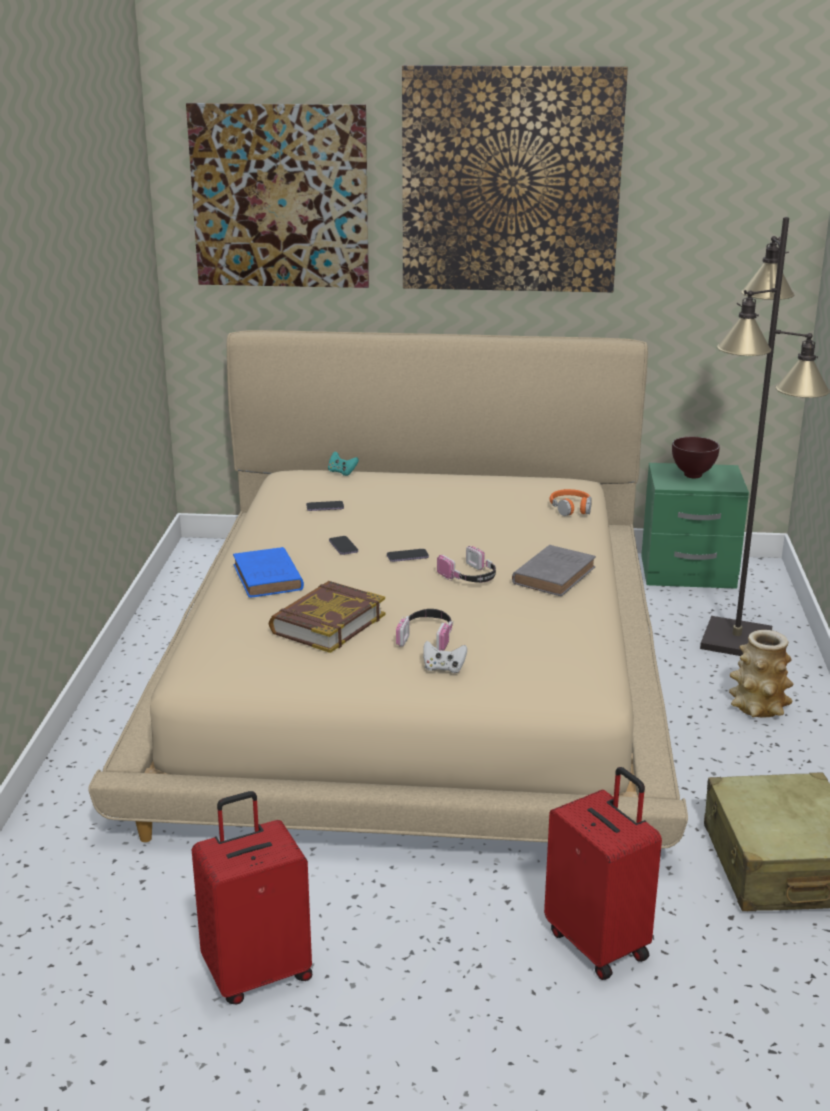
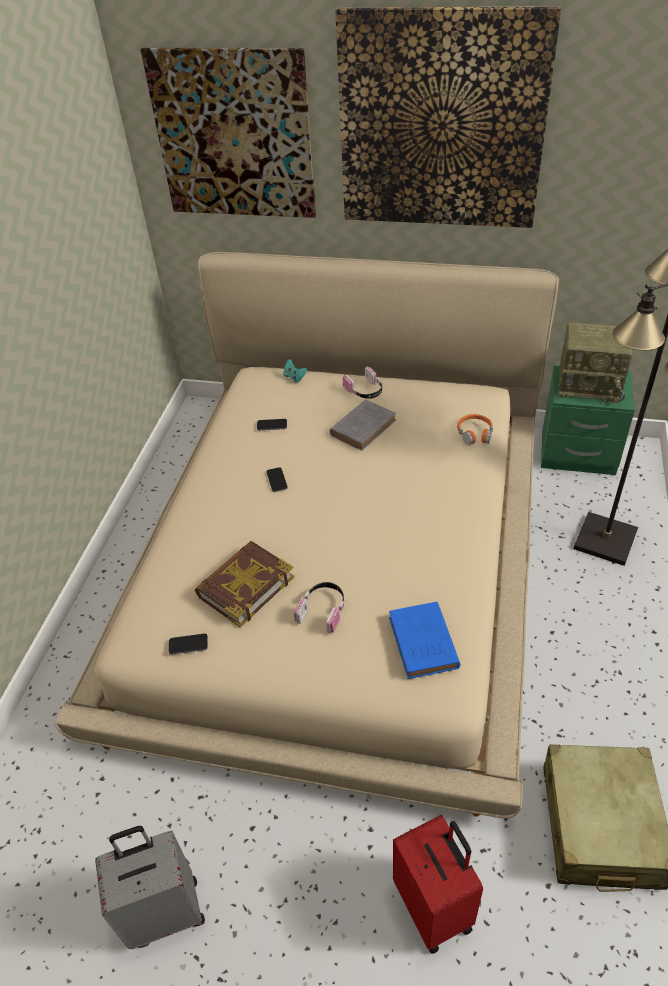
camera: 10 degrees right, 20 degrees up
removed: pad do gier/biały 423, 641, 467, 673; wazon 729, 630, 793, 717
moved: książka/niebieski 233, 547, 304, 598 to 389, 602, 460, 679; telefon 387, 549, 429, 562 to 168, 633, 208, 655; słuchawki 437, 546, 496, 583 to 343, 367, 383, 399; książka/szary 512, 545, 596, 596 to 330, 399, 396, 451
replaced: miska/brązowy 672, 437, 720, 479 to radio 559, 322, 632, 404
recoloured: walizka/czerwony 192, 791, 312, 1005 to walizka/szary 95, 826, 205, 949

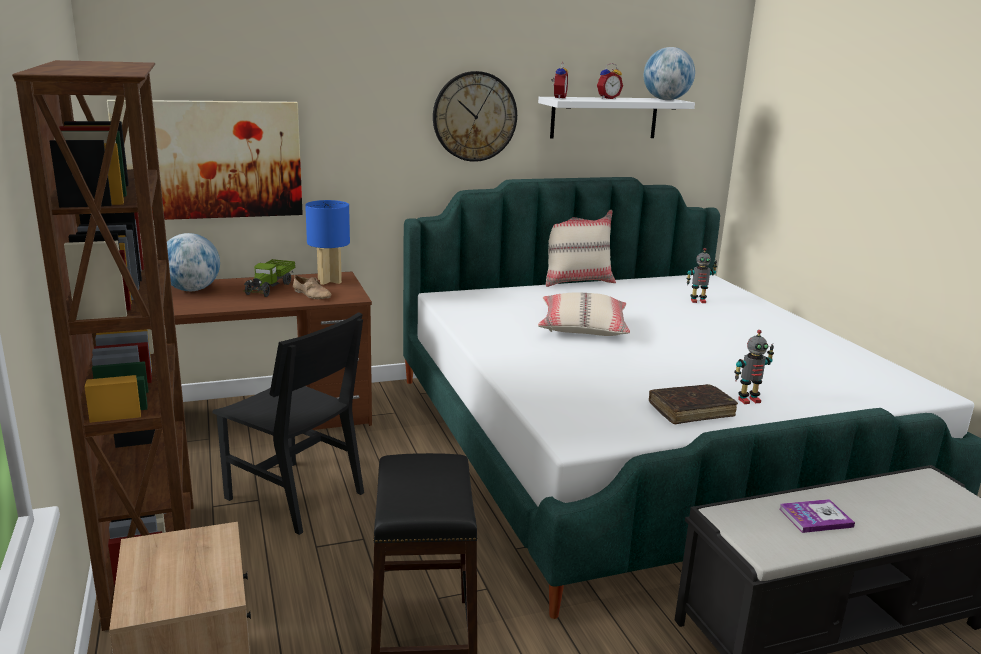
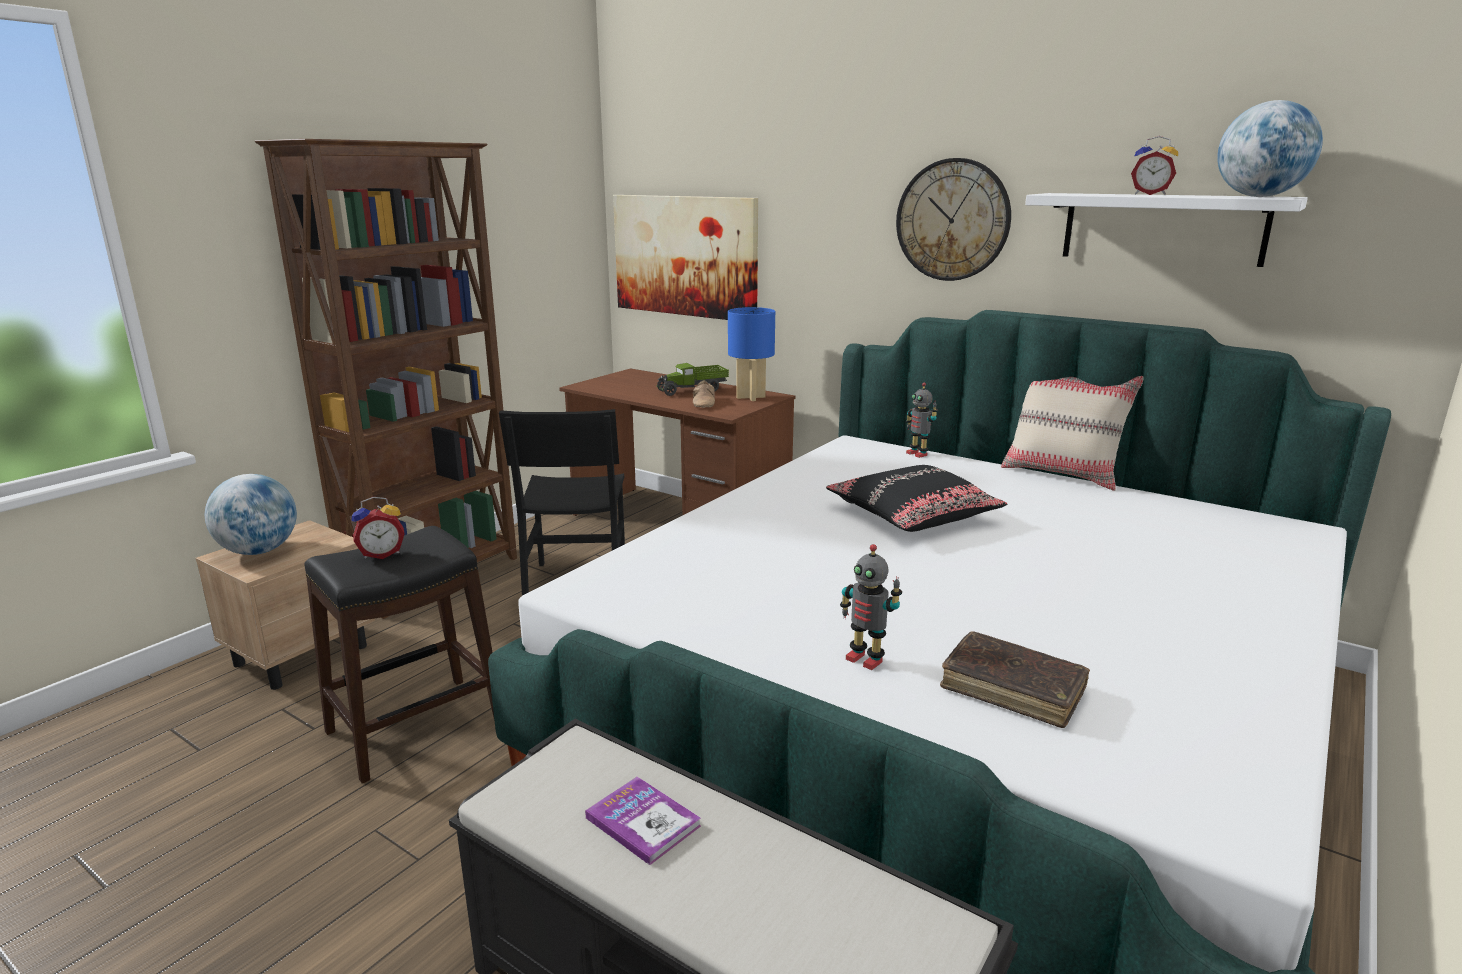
camera: 55 degrees right, 0 degrees up
moved: globus 167, 233, 220, 291 to 205, 474, 297, 555; budzik 551, 62, 568, 98 to 352, 497, 405, 559; książka/brązowy 649, 384, 738, 424 to 940, 631, 1090, 728; robot zabawkowy 686, 248, 717, 303 to 906, 383, 938, 458
recoloured: poduszka/beżowy 538, 292, 630, 336 to poduszka/czarny 826, 465, 1007, 532

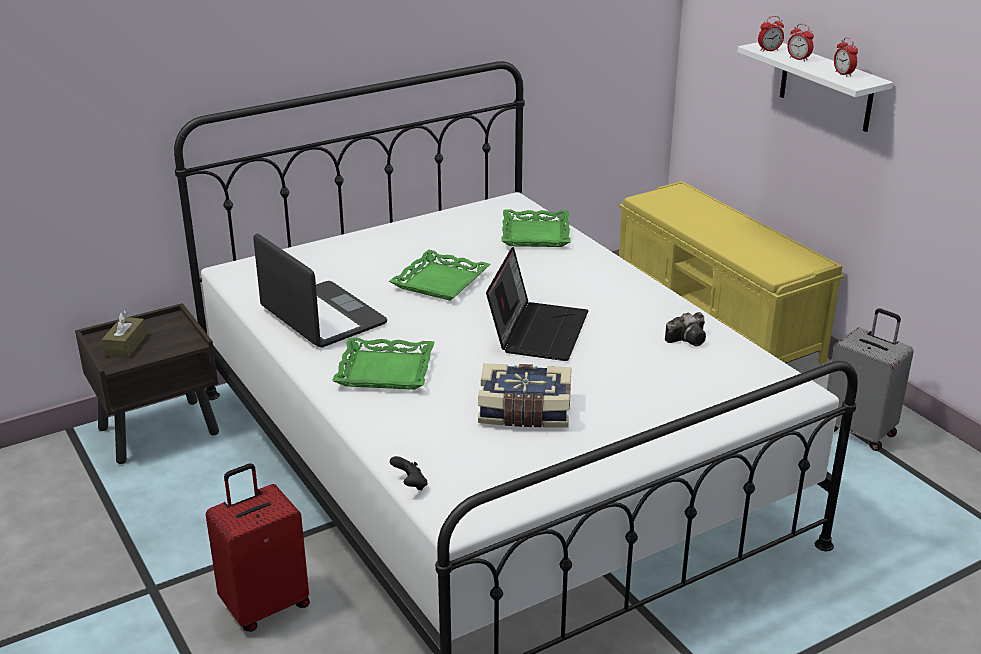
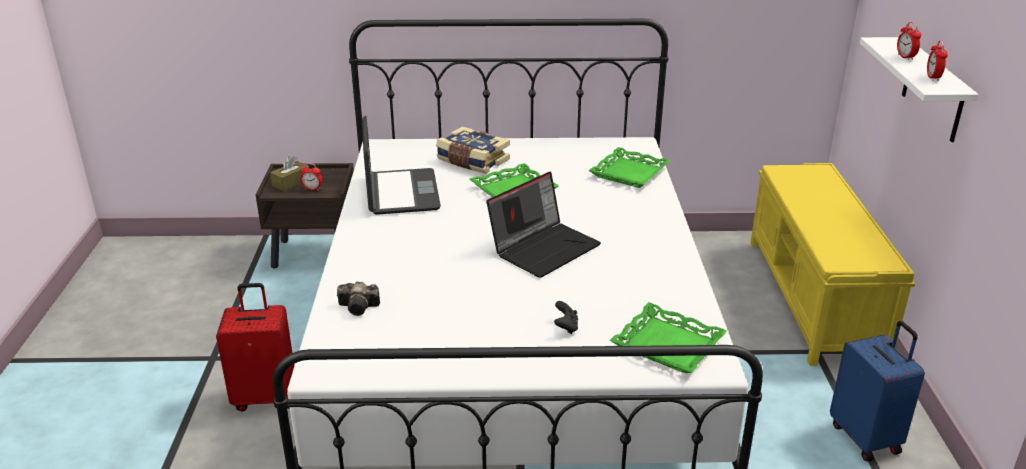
camera: 30 degrees right, 0 degrees up
moved: taca/zielony 332, 338, 435, 390 to 610, 302, 727, 373; pad do gier/czarny 390, 456, 428, 491 to 554, 301, 578, 334; książka 478, 363, 572, 427 to 436, 126, 510, 174; aparat fotograficzny 665, 312, 706, 346 to 337, 281, 380, 316; budzik 758, 16, 784, 52 to 301, 163, 322, 191
recoloured: walizka/szary 827, 308, 914, 451 to walizka/niebieski 830, 321, 925, 462

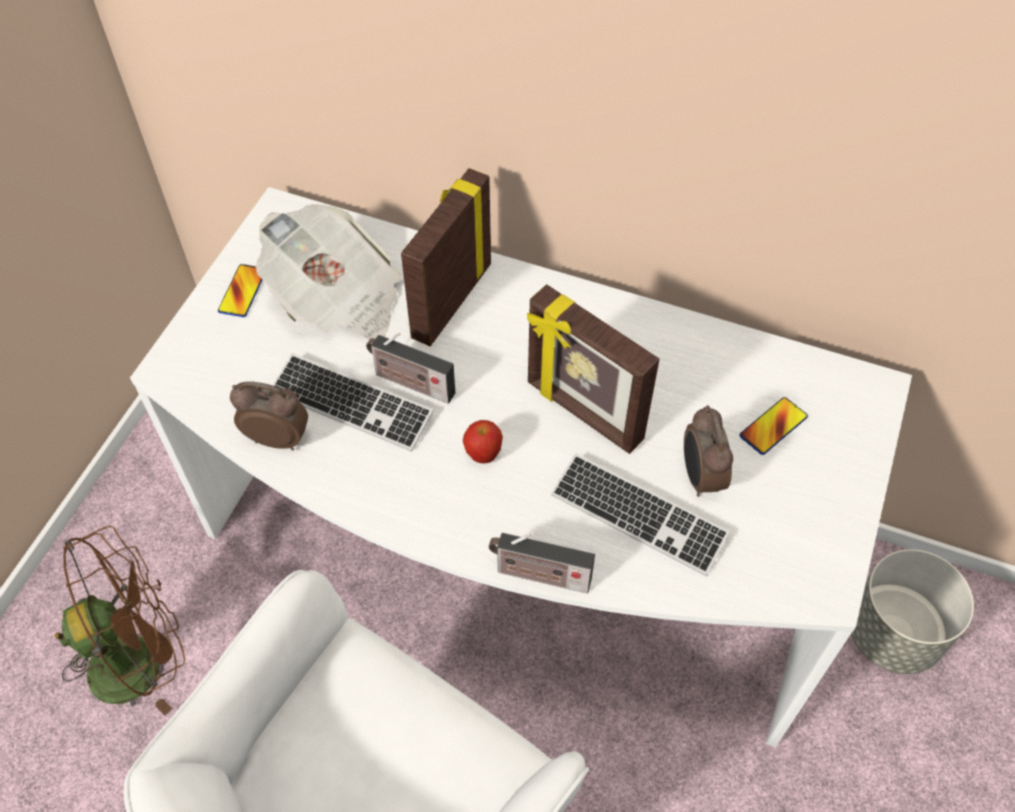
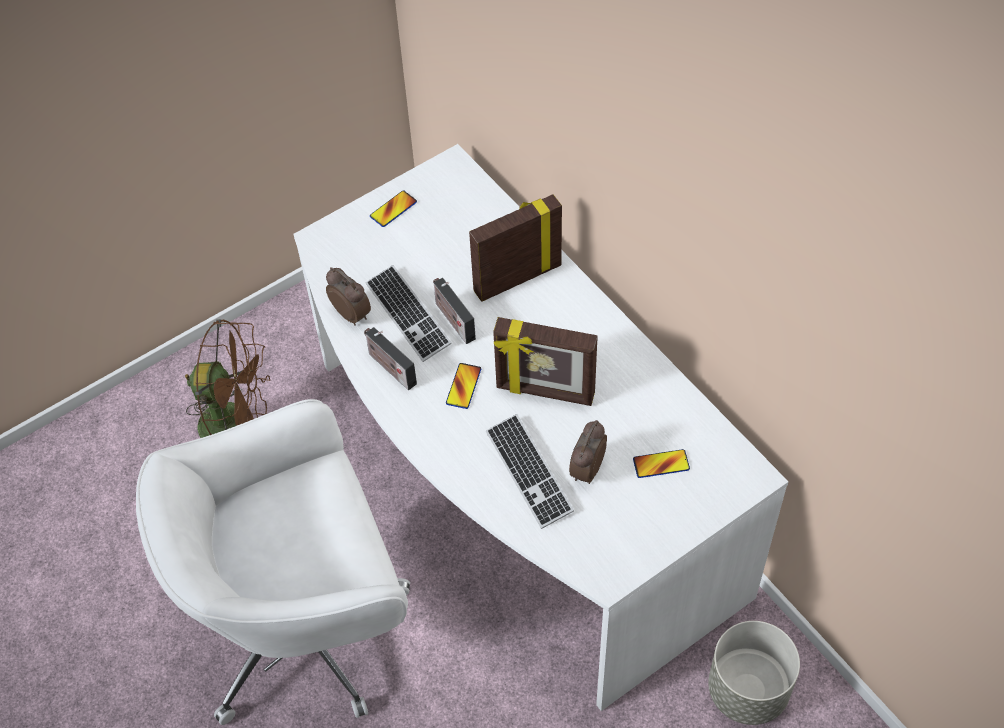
camera: 35 degrees right, 0 degrees up
removed: gazeta 255, 204, 402, 339
moved: radio 489, 532, 595, 594 to 364, 327, 417, 390
replaced: jabłko 463, 420, 503, 464 to telefon 446, 363, 481, 409
turned: ramka na zdjęcie 527, 284, 660, 454 = 493, 317, 598, 406 60 degrees counterclockwise

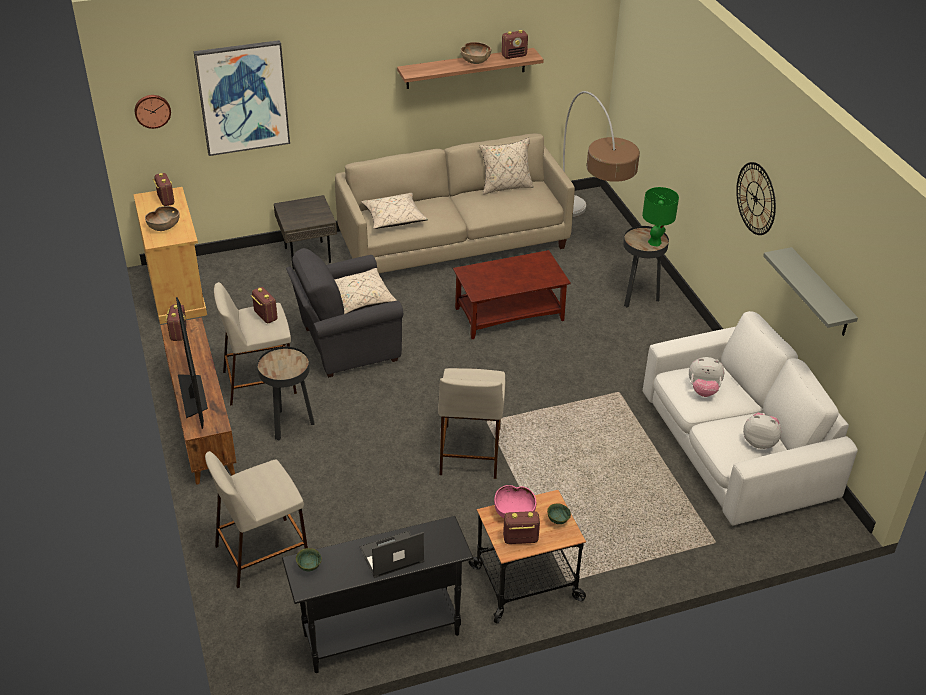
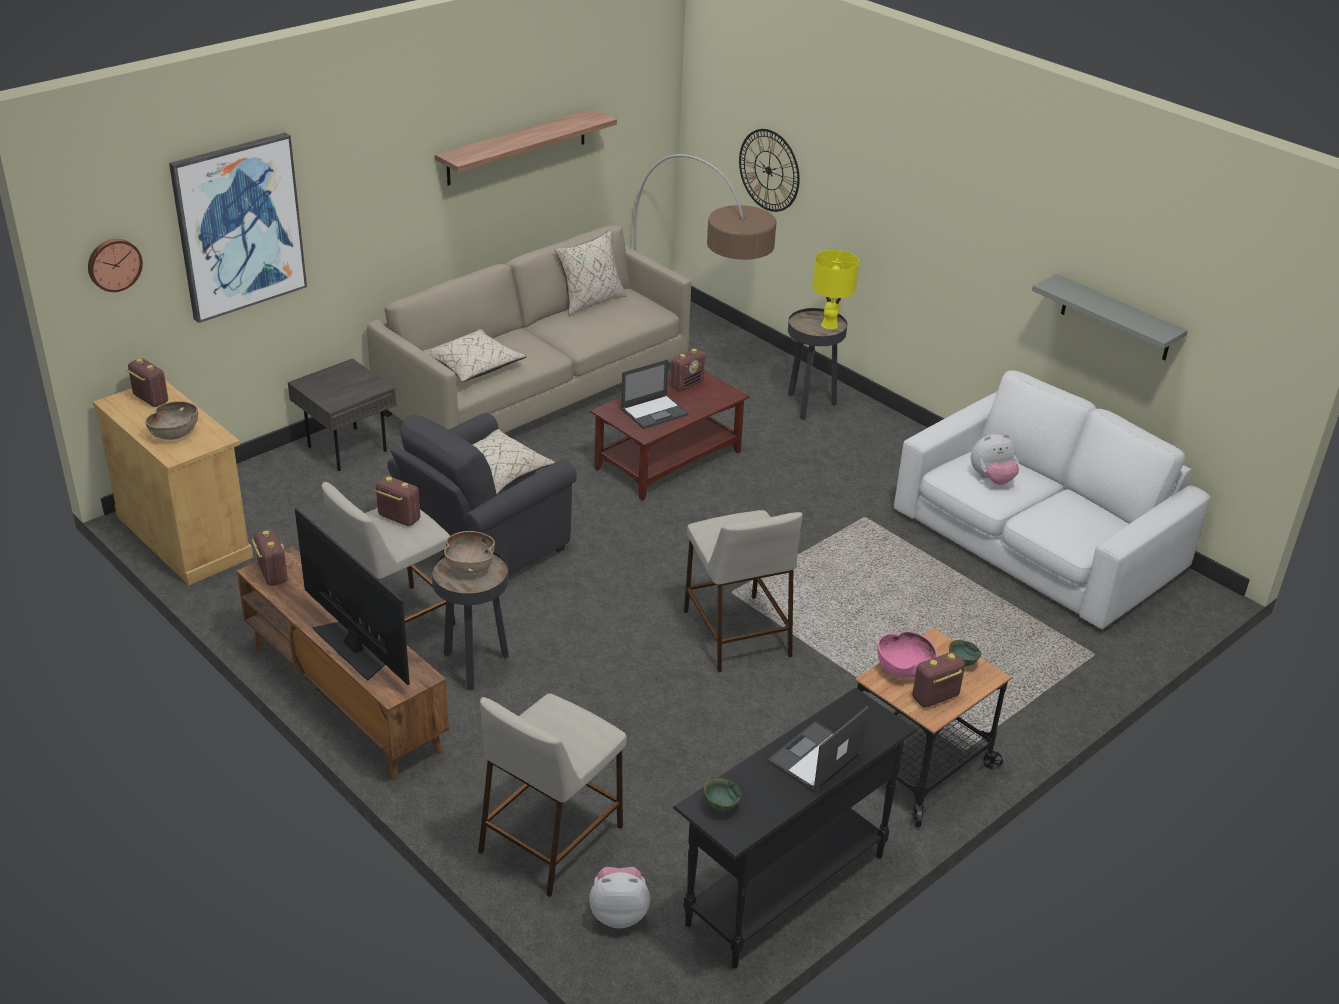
camera: 25 degrees left, 5 degrees down
added: laptop 621, 359, 689, 429
moved: miska/brązowy 461, 42, 491, 64 to 444, 531, 495, 574; radio 501, 30, 528, 59 to 671, 348, 705, 392; zegar ścienny 736, 162, 776, 235 to 739, 129, 800, 212; pluszak 743, 413, 781, 449 to 589, 867, 650, 928
recoloured: lampa stołowa/zielony 642, 187, 679, 246 to lampa stołowa/żółty 812, 250, 859, 329

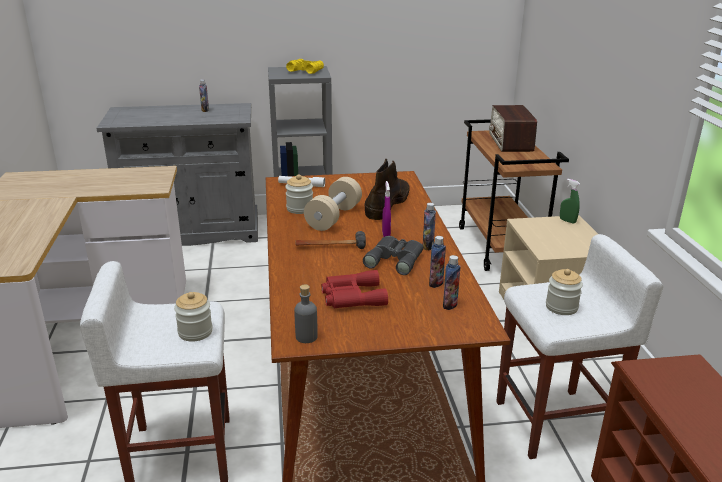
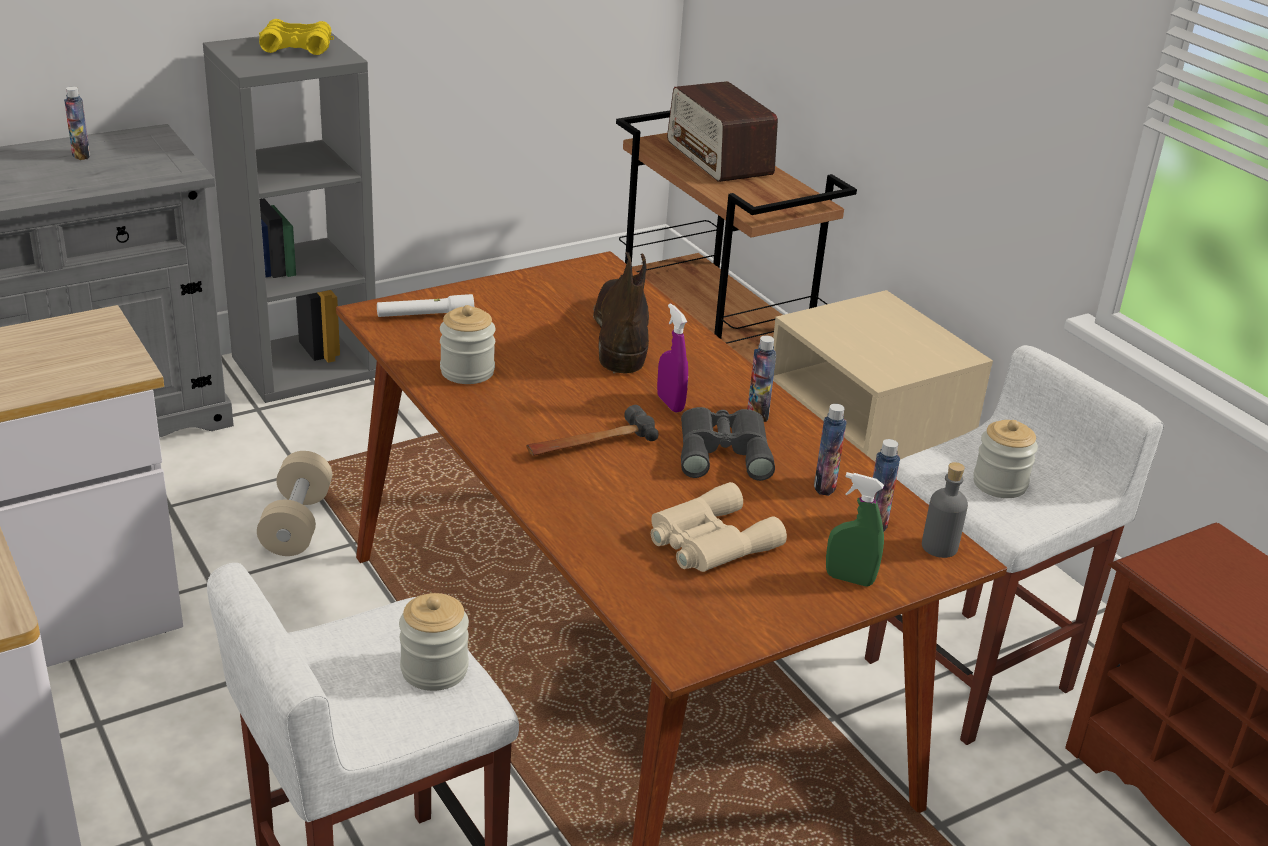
camera: 25 degrees left, 5 degrees up
moved: butelka/szary 294, 284, 318, 343 to 922, 462, 968, 558; hantel/beżowy 304, 177, 362, 231 to 257, 451, 332, 556; spryskiwacz/zielony 560, 179, 580, 224 to 826, 472, 884, 587
recoloured: lornetka/czerwony 321, 270, 388, 308 to lornetka/beżowy 651, 482, 787, 572

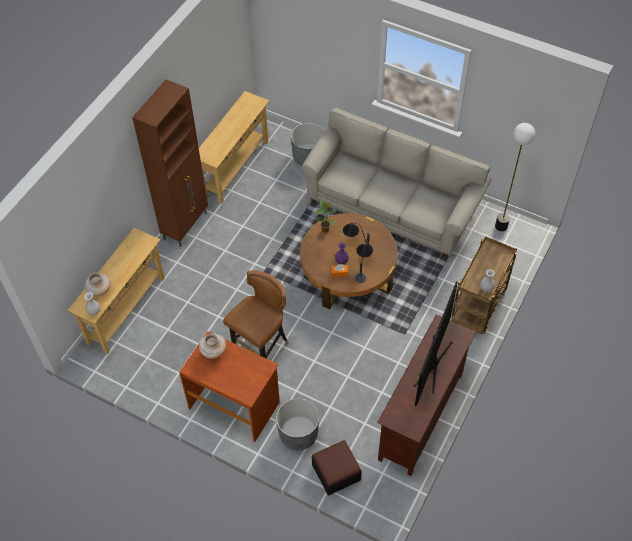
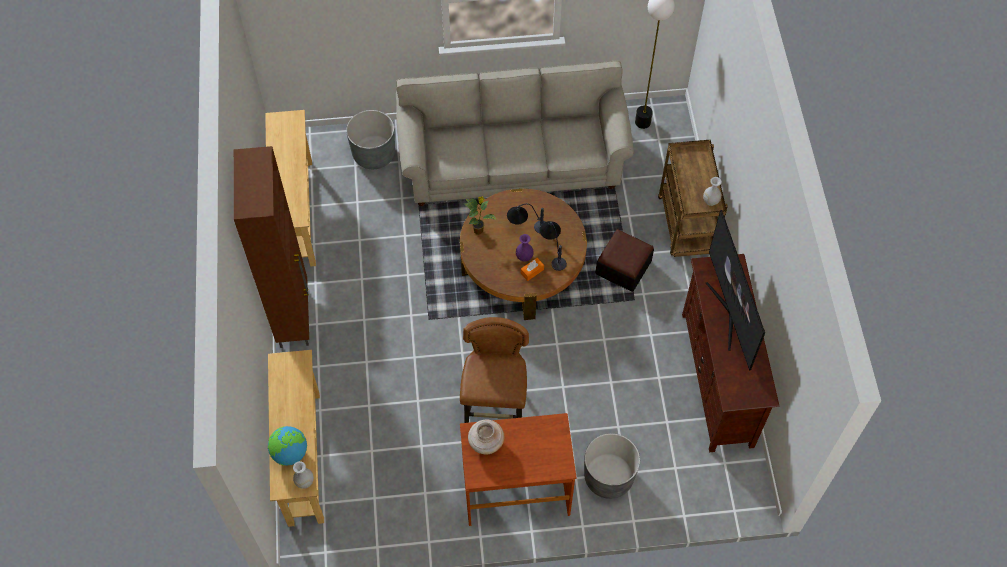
camera: 35 degrees left, 5 degrees up
moved: pufa 312, 440, 362, 495 to 595, 229, 654, 292
replaced: wazon/beżowy 85, 272, 111, 297 to globus 268, 426, 307, 466

